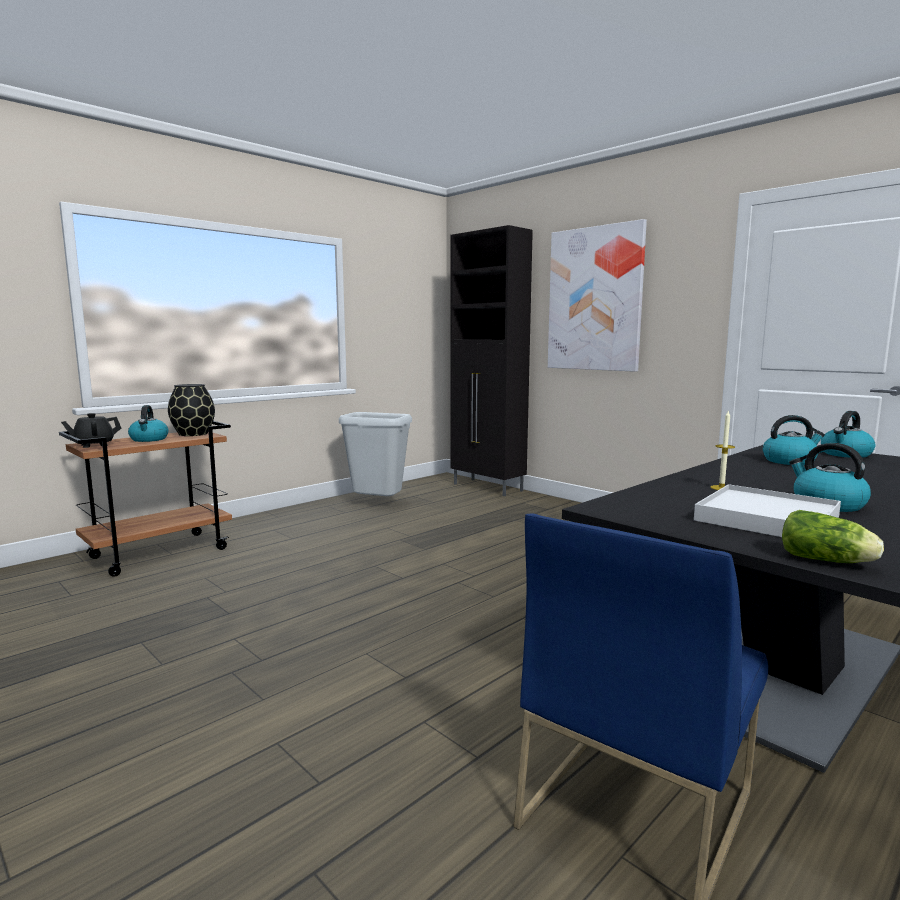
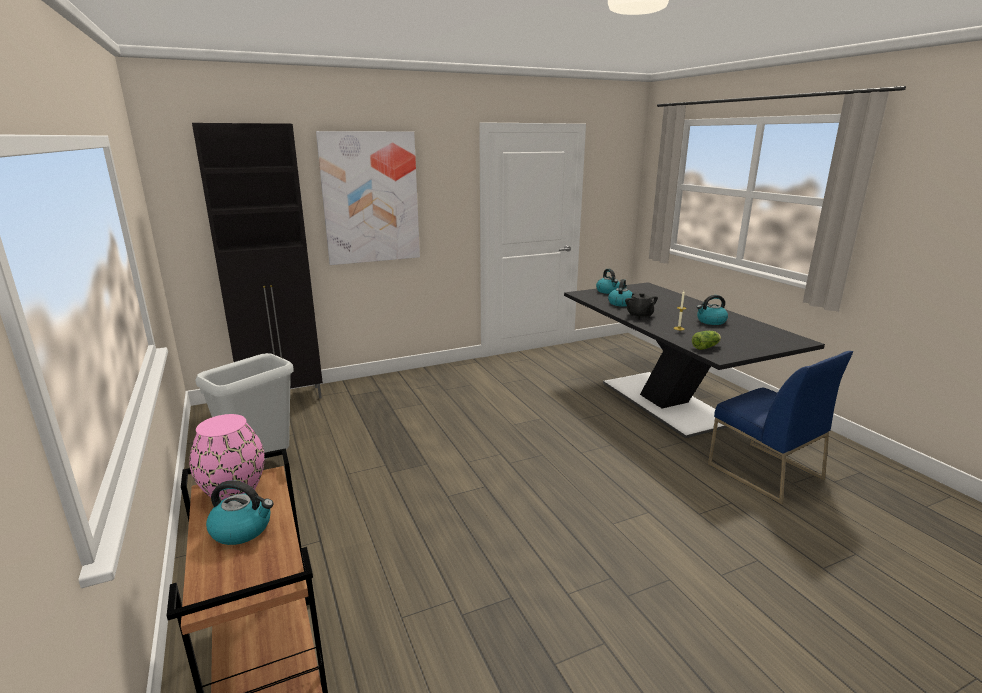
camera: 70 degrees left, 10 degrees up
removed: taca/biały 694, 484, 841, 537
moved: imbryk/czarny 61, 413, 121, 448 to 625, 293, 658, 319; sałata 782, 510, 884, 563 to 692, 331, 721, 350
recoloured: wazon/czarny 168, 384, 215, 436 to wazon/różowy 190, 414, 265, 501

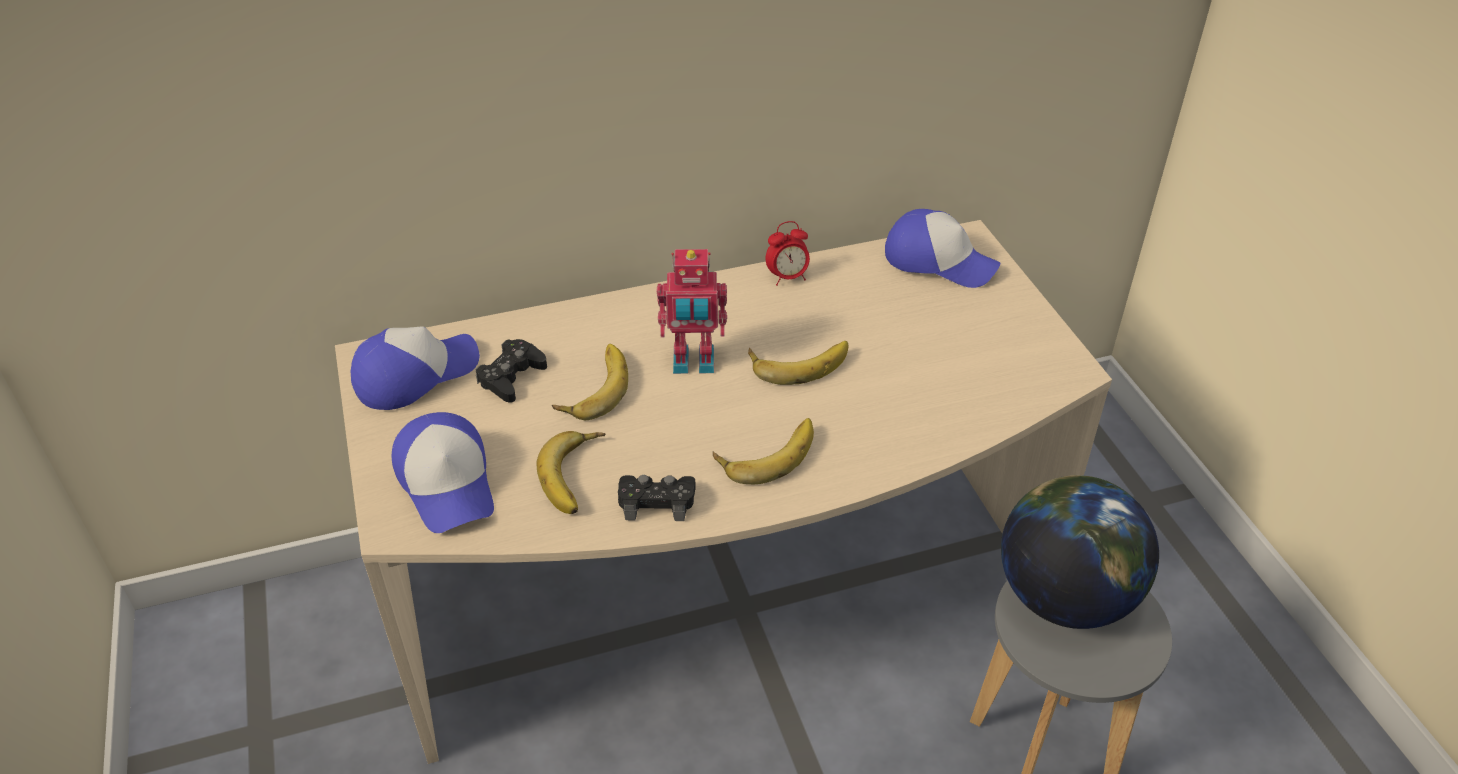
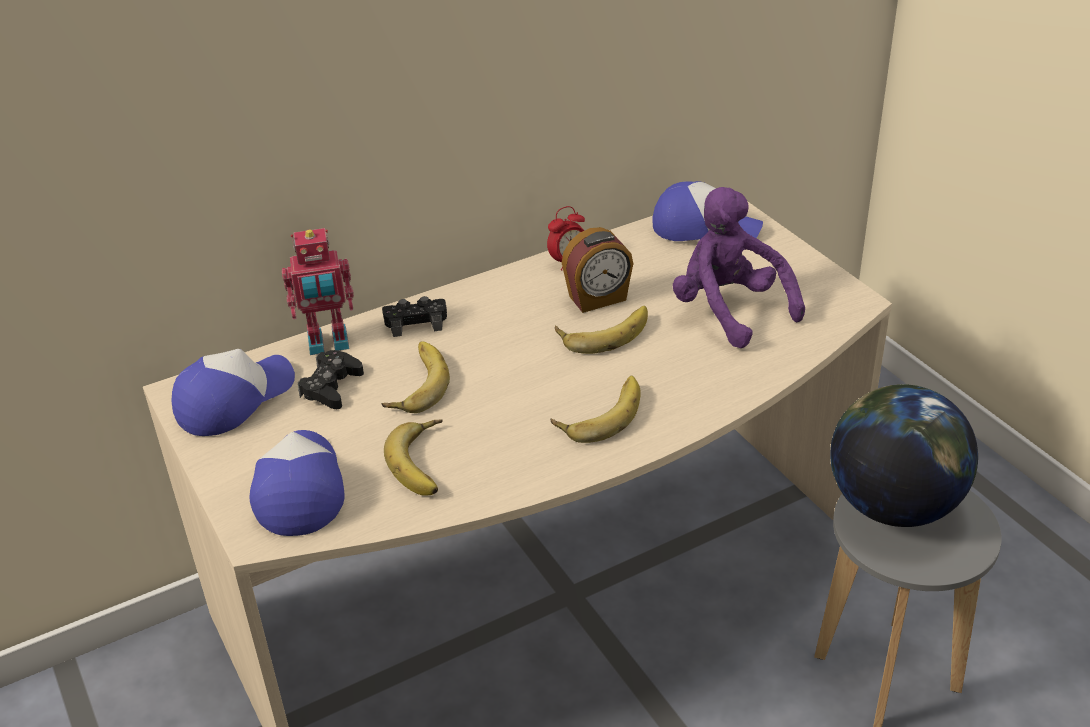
camera: 10 degrees left, 5 degrees down
added: budzik 562, 227, 634, 313; pluszak/fioletowy 673, 187, 805, 348
moved: pad do gier/czarny 618, 475, 696, 521 to 382, 296, 447, 337; robot zabawkowy 657, 249, 727, 374 to 282, 228, 354, 355
turned: czapka z daszkiem 392, 412, 494, 533 = 250, 430, 345, 536 150 degrees counterclockwise

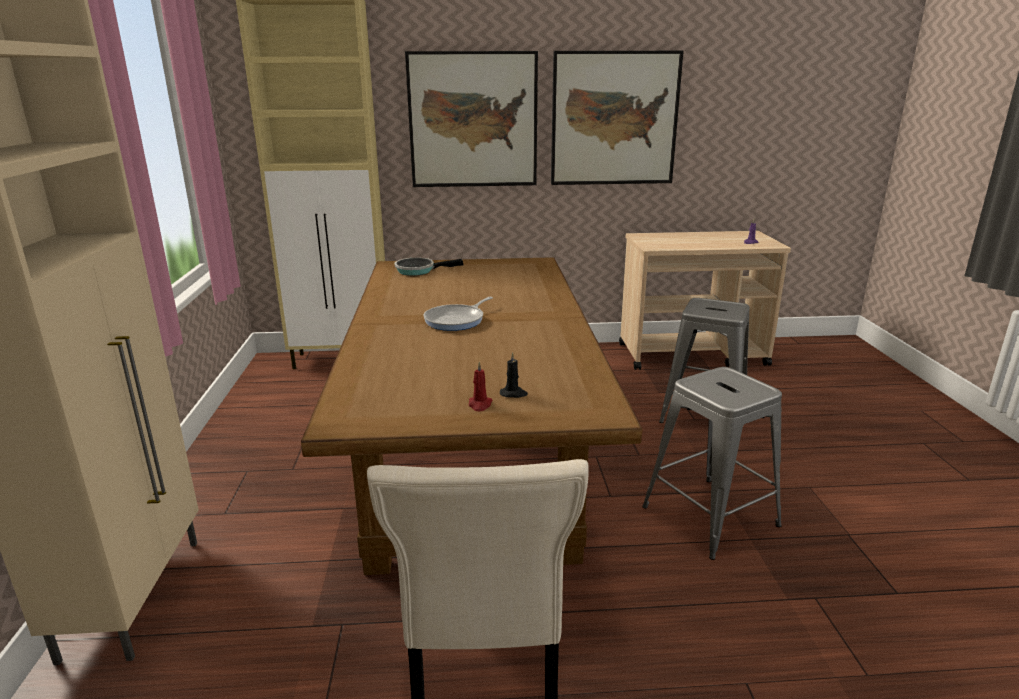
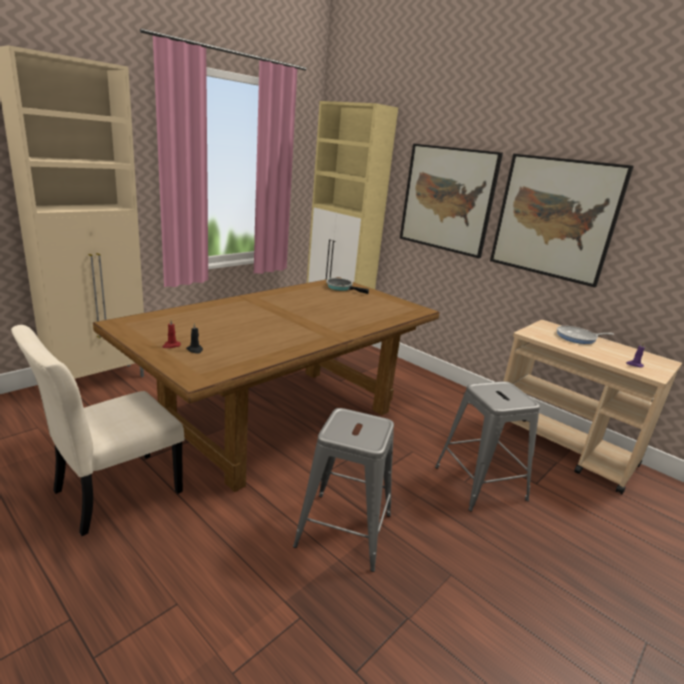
camera: 45 degrees right, 0 degrees up
moved: patelnia 423, 297, 493, 331 to 557, 326, 614, 344

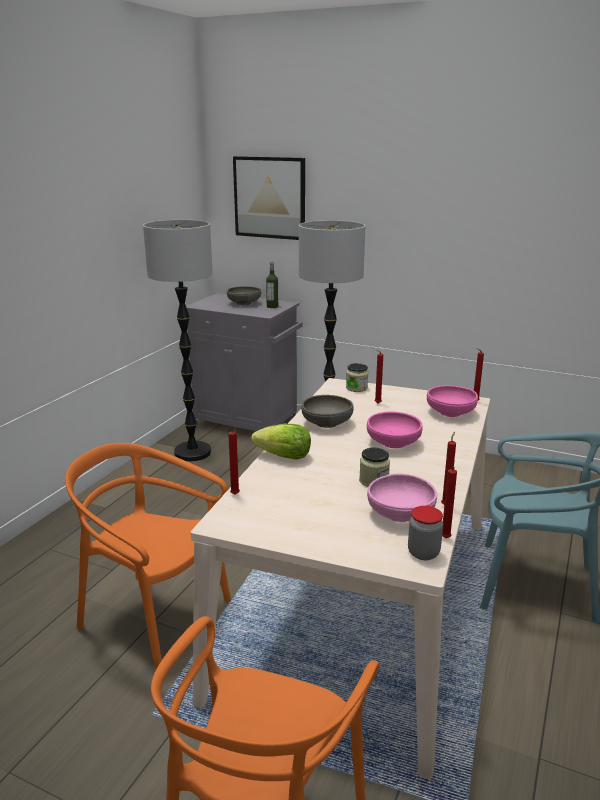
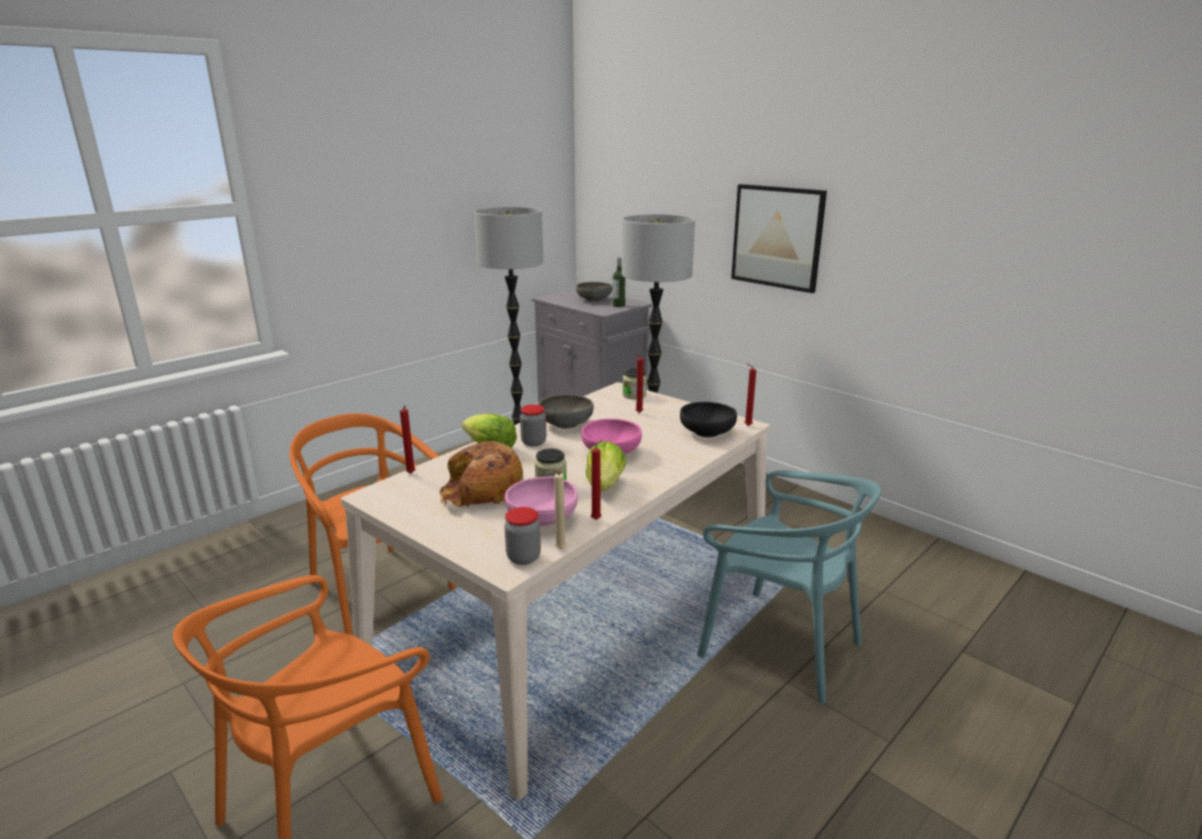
camera: 20 degrees right, 0 degrees up
added: chleb 439, 441, 524, 507; słoik 520, 404, 546, 446; sałata 586, 441, 626, 491
moved: obraz 233, 156, 305, 240 to 731, 184, 827, 293
recoloured: miska/różowy 427, 385, 478, 417 to miska/czarny 680, 402, 737, 437; świeca/czerwony 442, 467, 457, 538 to świeca/beżowy 553, 470, 566, 549

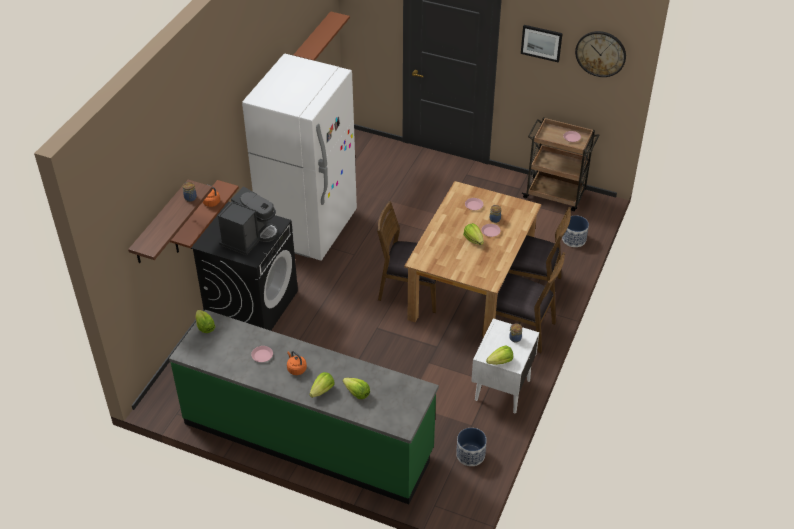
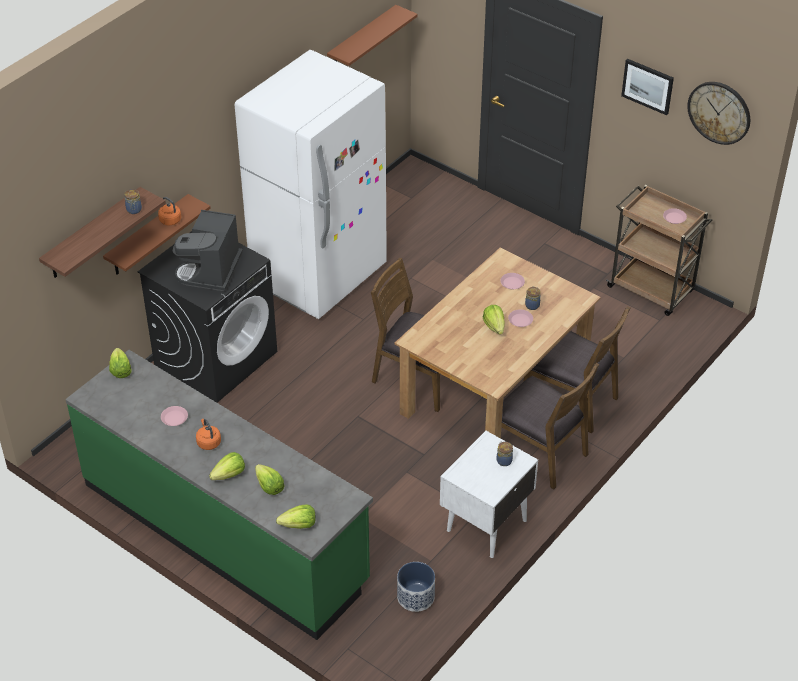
camera: 15 degrees right, 0 degrees up
removed: donica 562, 216, 589, 247
moved: sałata 486, 346, 513, 365 to 276, 504, 316, 529
turned: ekspres do kawy 218, 186, 278, 255 = 172, 210, 243, 291 150 degrees clockwise

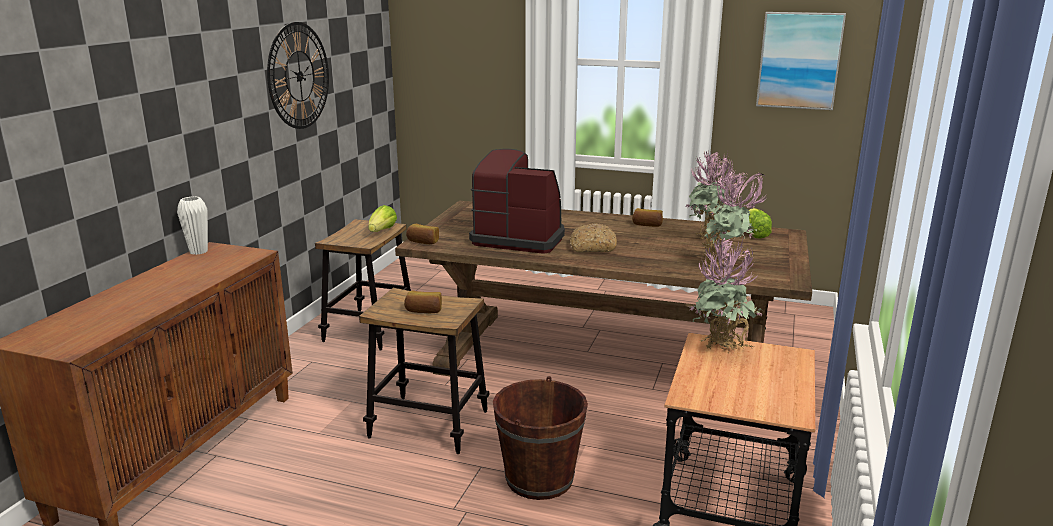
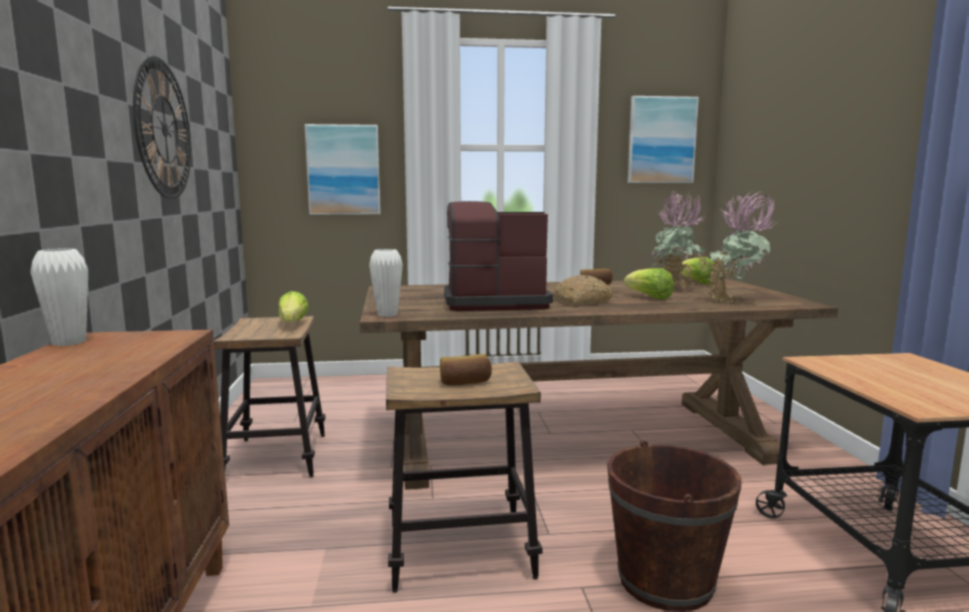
camera: 25 degrees left, 10 degrees down
removed: roślina doniczkowa 690, 237, 763, 353
added: obraz 304, 124, 381, 215; sałata 624, 268, 674, 299
replaced: chleb 406, 224, 439, 244 to wazon/biały 369, 249, 403, 317

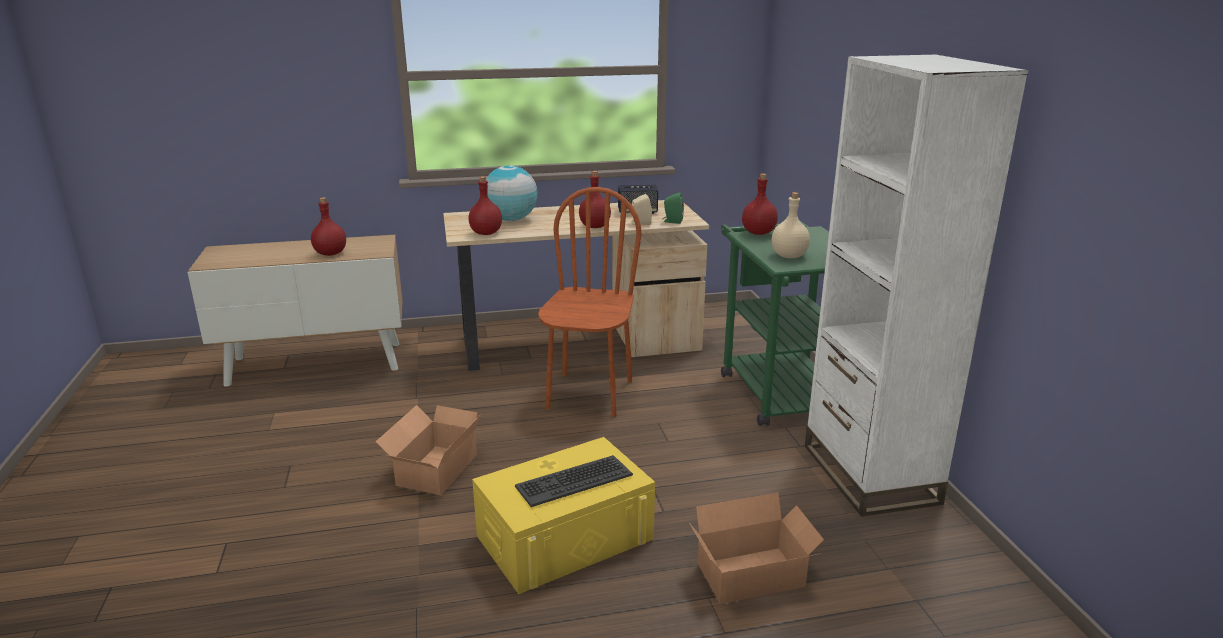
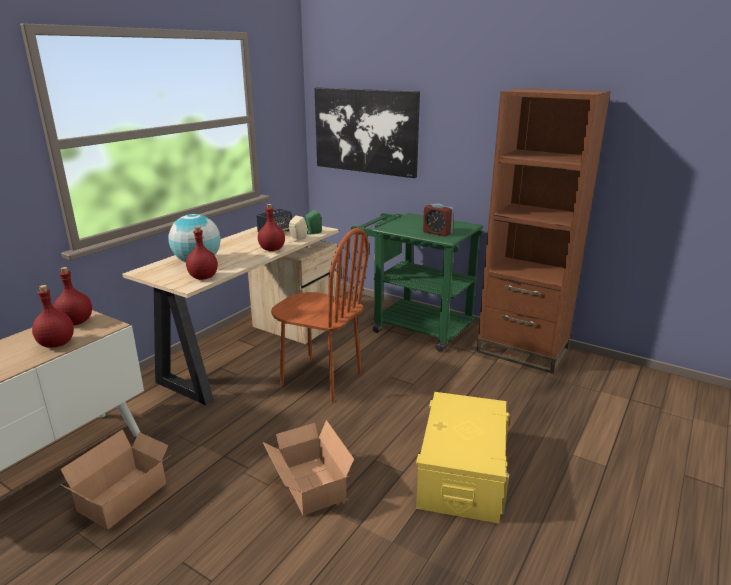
camera: 45 degrees left, 0 degrees up
removed: klawiatura 515, 455, 633, 507
added: obraz 315, 87, 420, 178
moved: karton 689, 493, 824, 604 to 60, 429, 169, 530; butelka/czerwony 742, 173, 778, 235 to 54, 267, 92, 325
replaced: butelka/beżowy 772, 192, 810, 258 to budzik 423, 203, 454, 236
recoloured: regał/biały 805, 55, 1029, 517 to regał/brązowy 476, 88, 611, 374
turned: krzesło/brązowy 538, 187, 642, 417 = 271, 228, 369, 403 150 degrees clockwise

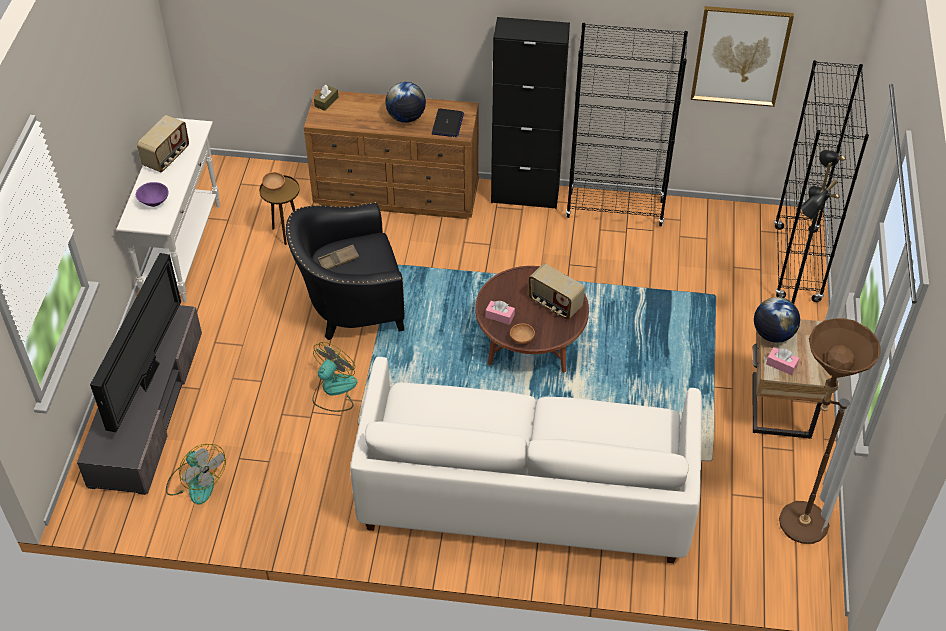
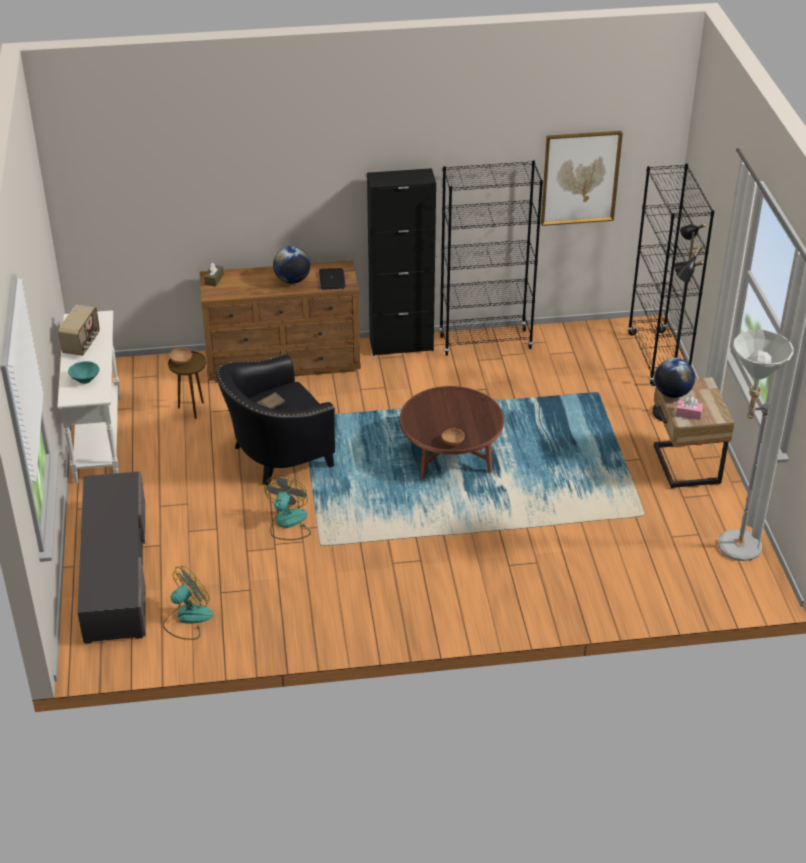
camera: 15 degrees left, 10 degrees down
removed: telewizor 90, 253, 181, 432; kanapa/biały 350, 357, 702, 563; pudełko chusteczek/różowy 486, 301, 515, 325; radio 529, 263, 585, 320
recoloured: miska/fioletowy 136, 182, 169, 207 to miska/turkusowy 68, 361, 100, 384; lampa stojąca/brązowy 779, 318, 881, 544 to lampa stojąca/szary 718, 330, 794, 561
turned: wentylator 166, 444, 226, 505 = 163, 566, 213, 640 75 degrees counterclockwise

